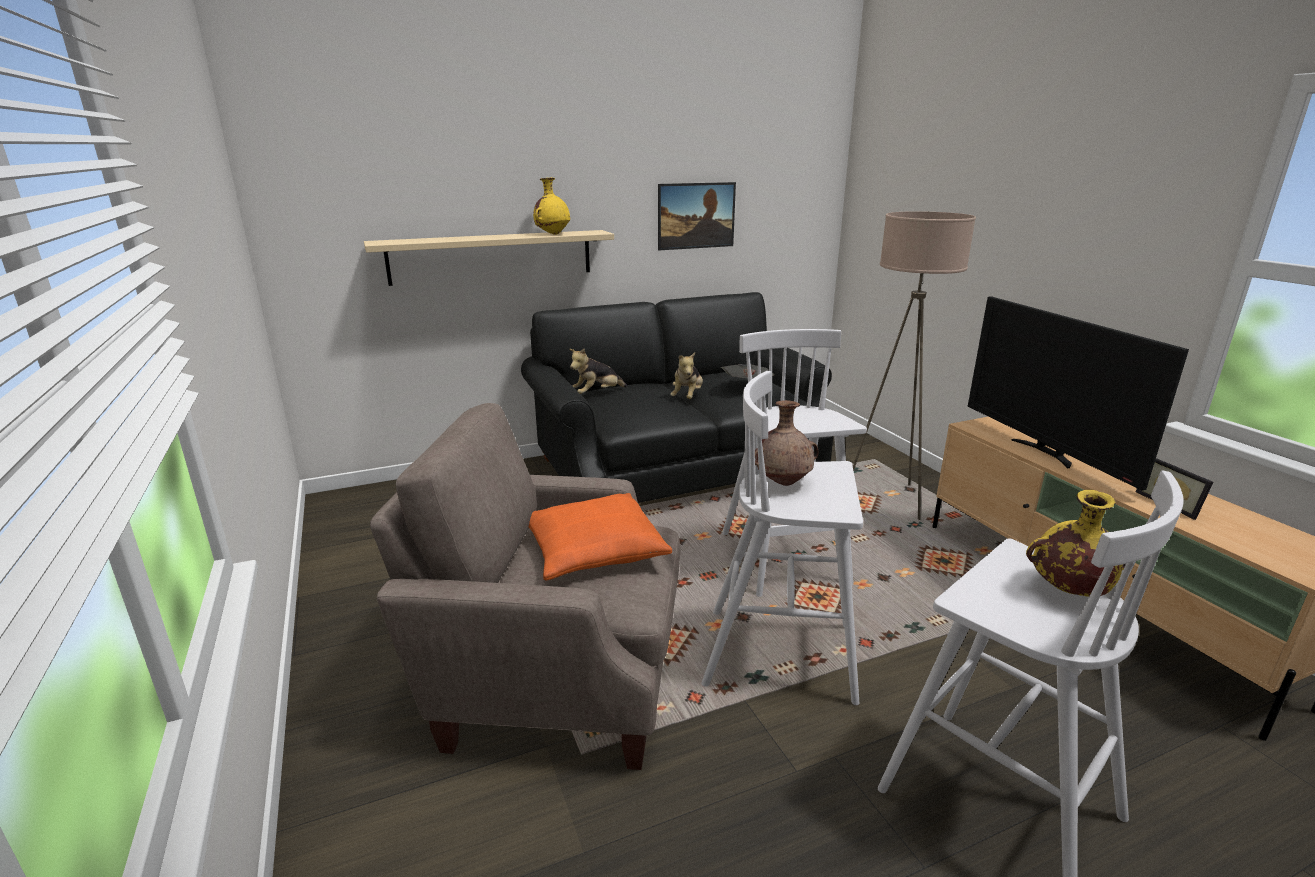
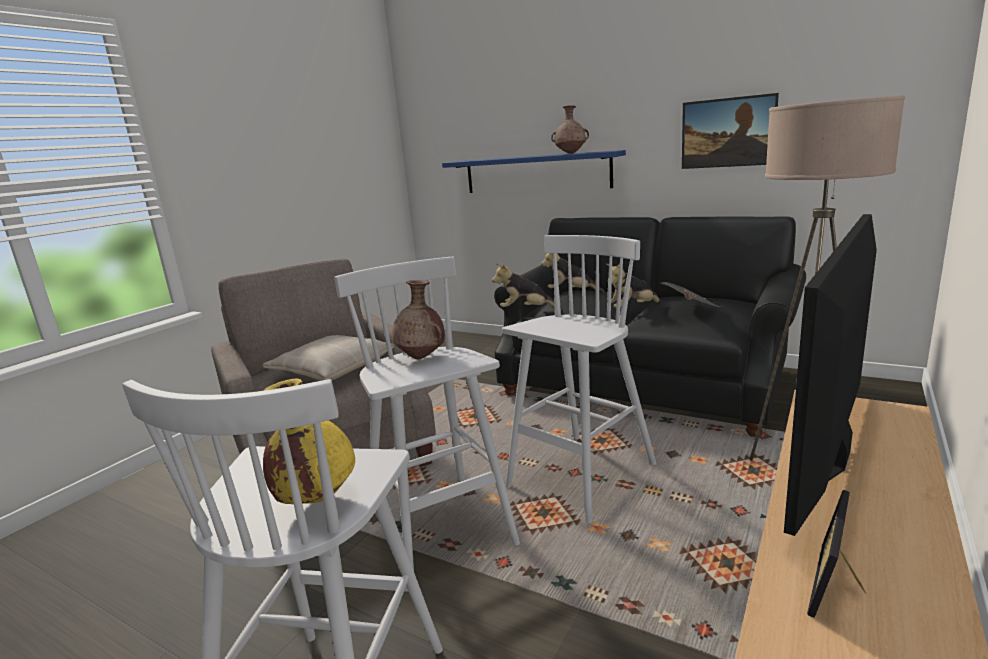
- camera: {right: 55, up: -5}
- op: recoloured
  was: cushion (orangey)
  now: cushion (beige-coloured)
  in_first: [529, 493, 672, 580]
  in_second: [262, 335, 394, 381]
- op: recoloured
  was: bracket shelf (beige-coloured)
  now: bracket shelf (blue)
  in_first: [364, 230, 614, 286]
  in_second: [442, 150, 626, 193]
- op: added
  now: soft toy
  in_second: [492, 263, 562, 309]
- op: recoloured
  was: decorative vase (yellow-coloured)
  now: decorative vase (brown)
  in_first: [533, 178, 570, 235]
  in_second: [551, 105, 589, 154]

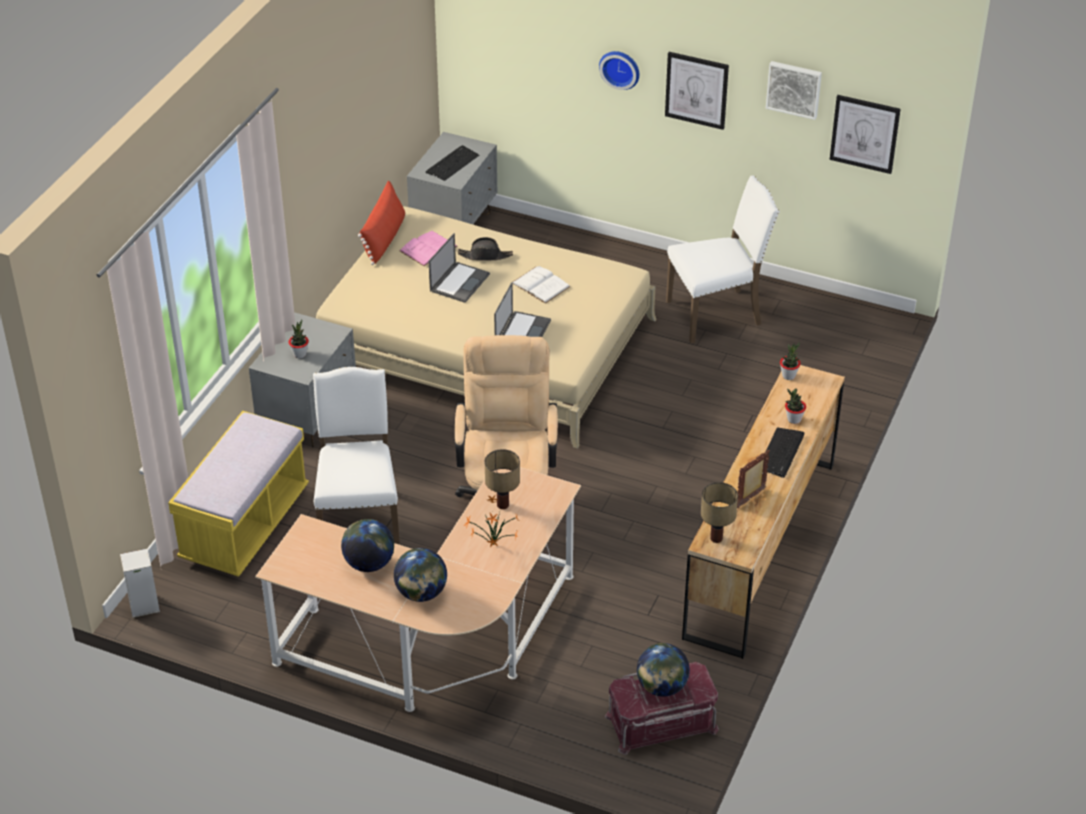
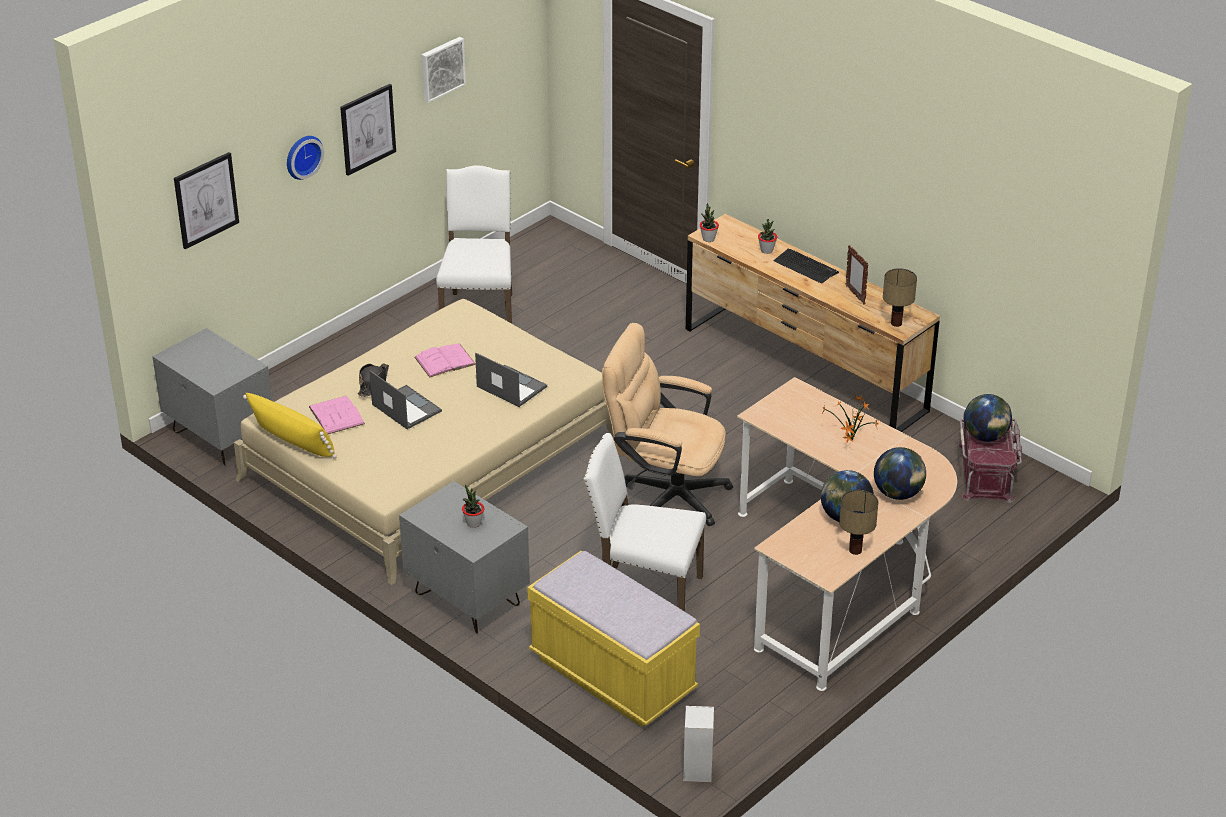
- camera: {right: -70, up: -5}
- op: moved
  was: picture
  in_first: [830, 95, 901, 174]
  in_second: [174, 152, 239, 249]
- op: recoloured
  was: cushion (red)
  now: cushion (yellow-coloured)
  in_first: [358, 181, 405, 265]
  in_second: [243, 393, 337, 459]
- op: recoloured
  was: bound book (white-coloured)
  now: bound book (pink-coloured)
  in_first: [513, 266, 571, 304]
  in_second: [414, 343, 476, 378]
- op: moved
  was: tabletop lamp
  in_first: [485, 449, 520, 509]
  in_second: [839, 490, 878, 555]
- op: removed
  was: computer keyboard
  in_first: [425, 145, 479, 181]

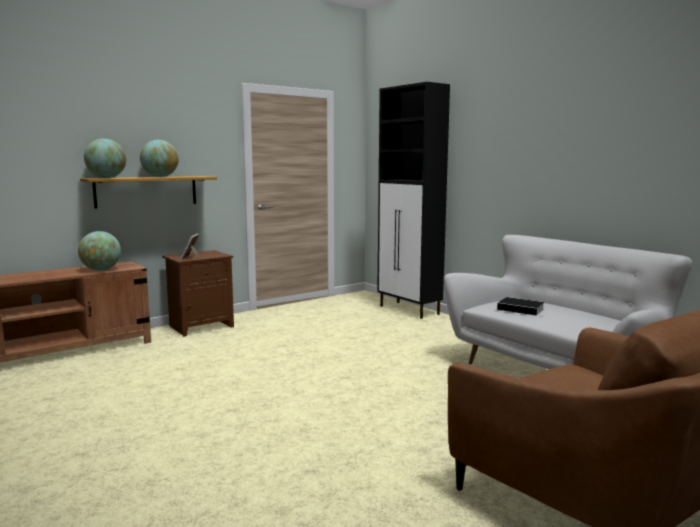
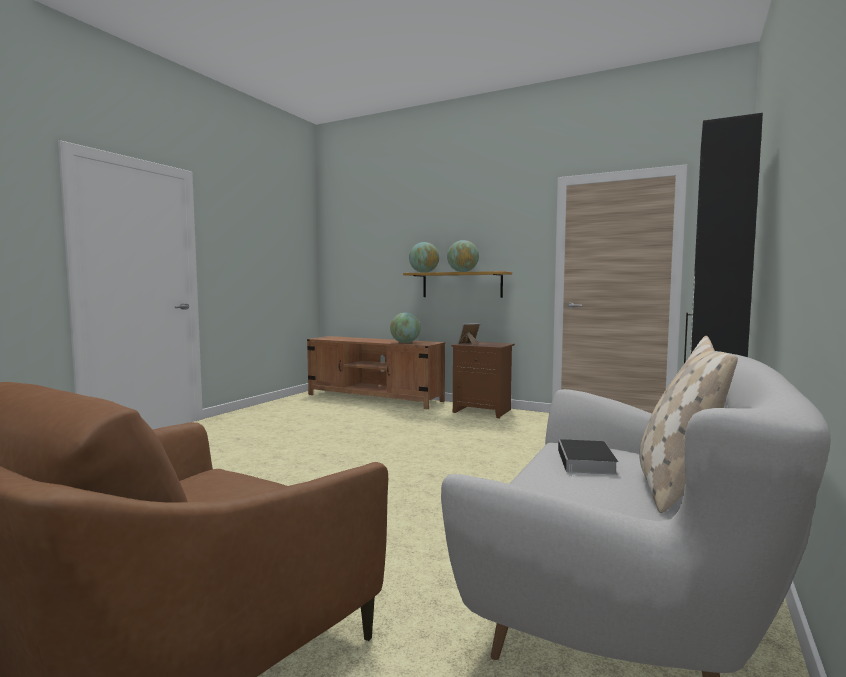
- camera: {right: 65, up: -5}
- op: added
  now: cushion (beige-coloured)
  in_second: [639, 336, 738, 513]

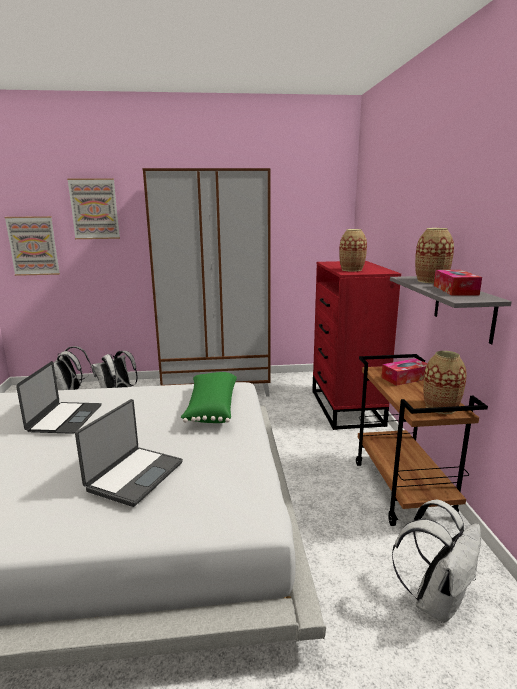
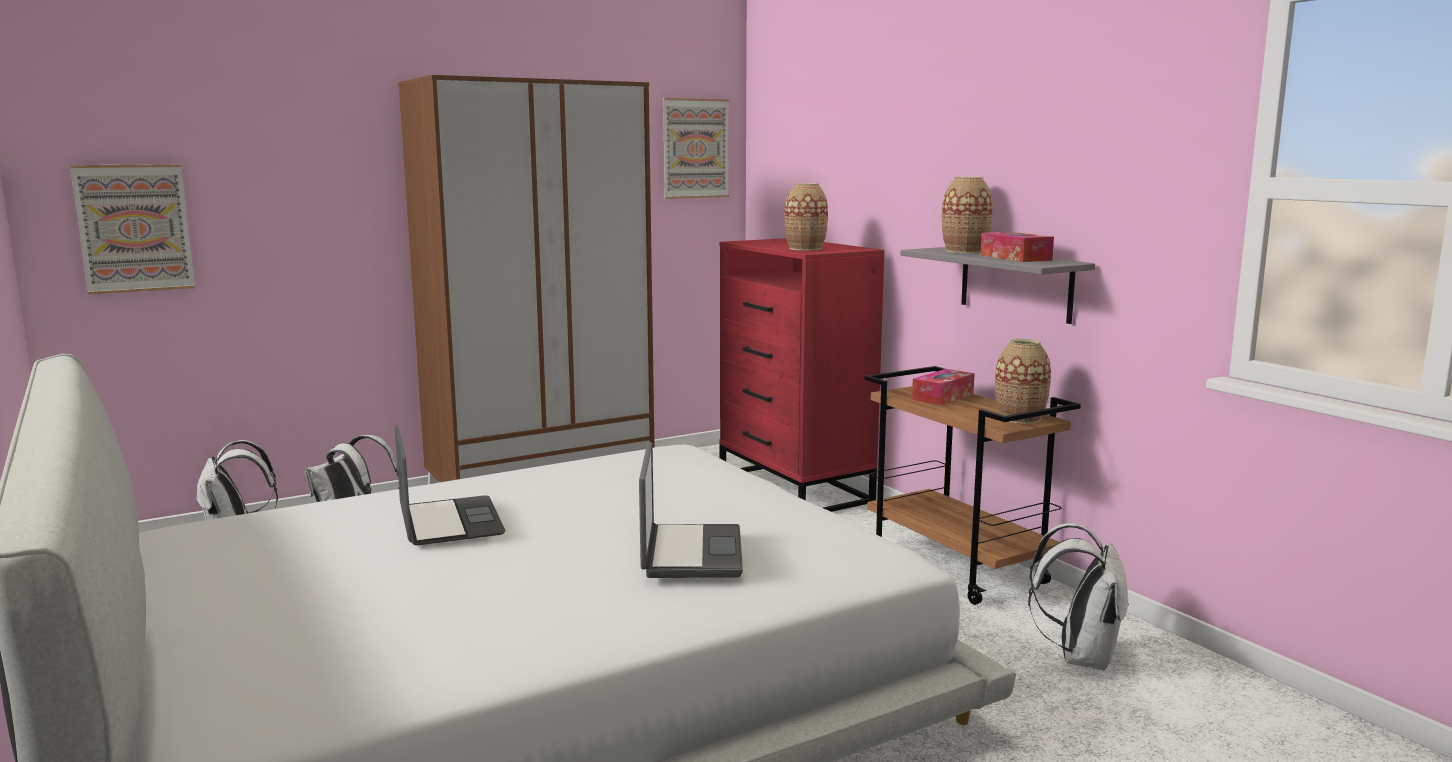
- camera: {right: -25, up: -5}
- op: moved
  was: picture
  in_first: [67, 178, 120, 239]
  in_second: [662, 98, 729, 199]
- op: removed
  was: cushion (green)
  in_first: [180, 372, 237, 423]

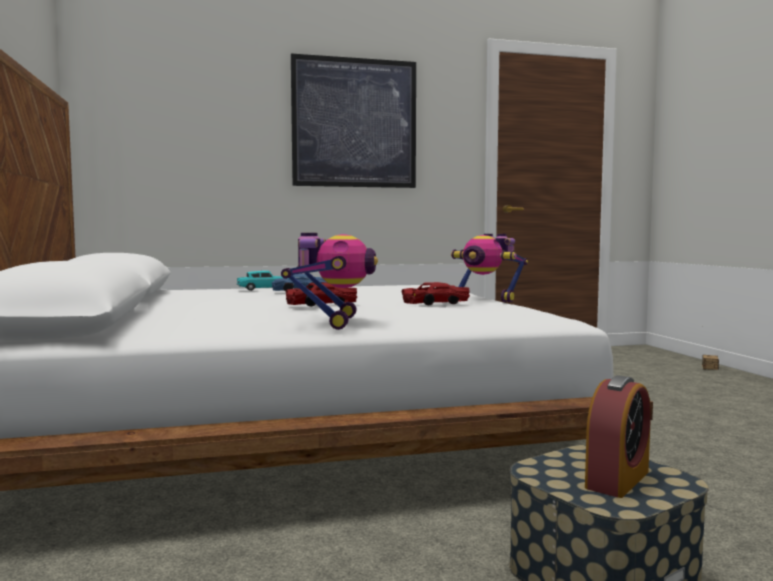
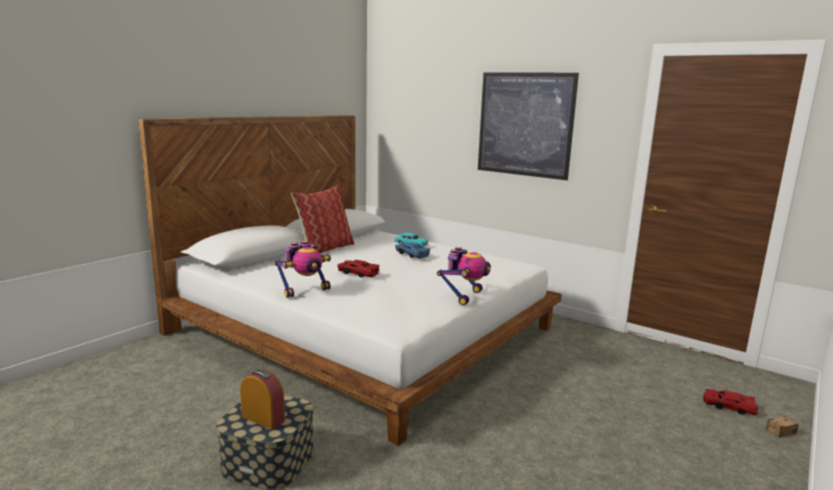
- camera: {right: 50, up: 10}
- op: turned
  was: alarm clock
  in_first: [585, 375, 651, 498]
  in_second: [240, 369, 285, 430]
  clockwise: -150
- op: added
  now: cushion
  in_second: [291, 185, 354, 253]
- op: turned
  was: robot figure
  in_first: [451, 234, 528, 303]
  in_second: [437, 247, 491, 306]
  clockwise: -150
- op: moved
  was: model car (red)
  in_first: [401, 282, 470, 305]
  in_second: [703, 389, 758, 415]

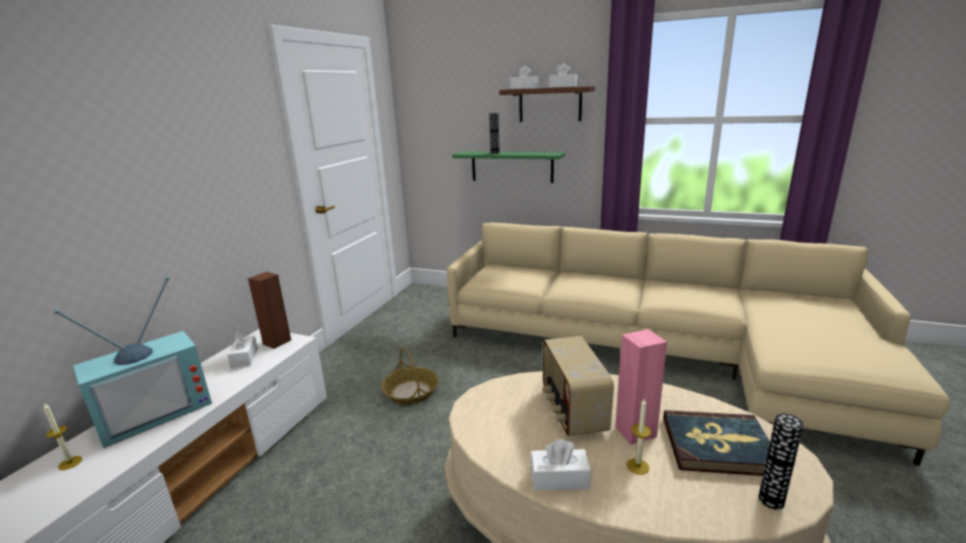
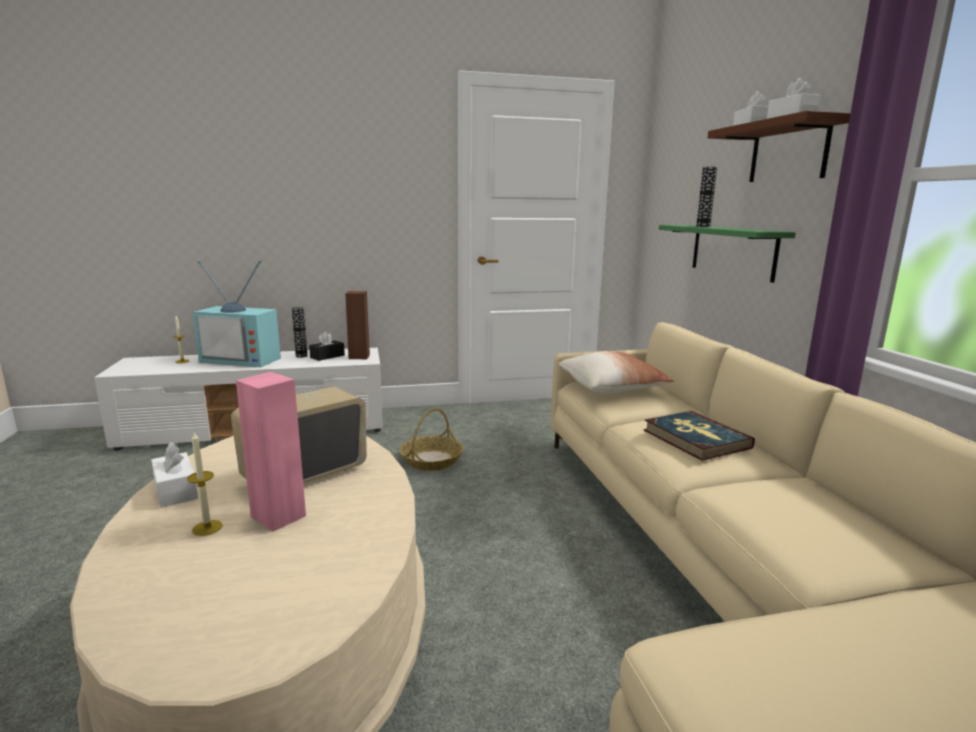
- camera: {right: 55, up: -5}
- op: moved
  was: decorative vase
  in_first: [759, 413, 804, 510]
  in_second: [292, 307, 308, 358]
- op: recoloured
  was: box of tissues (white-coloured)
  now: box of tissues (black-coloured)
  in_first: [227, 332, 258, 368]
  in_second: [309, 331, 345, 361]
- op: added
  now: cushion
  in_second: [559, 352, 674, 394]
- op: moved
  was: bound book
  in_first: [664, 410, 770, 476]
  in_second: [644, 411, 755, 461]

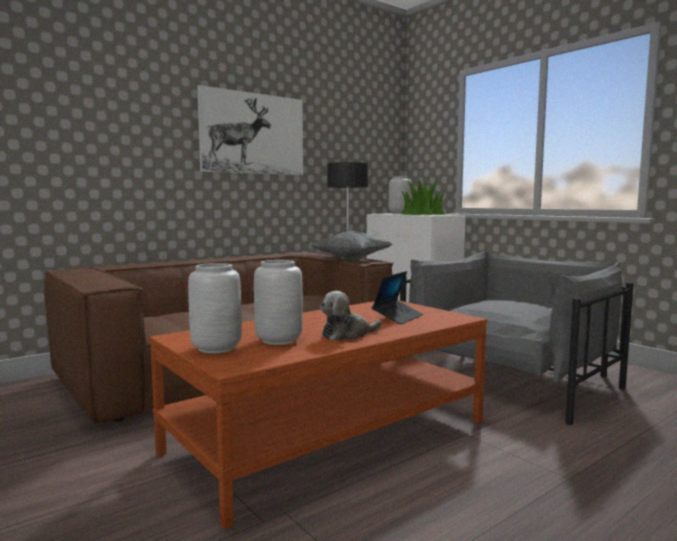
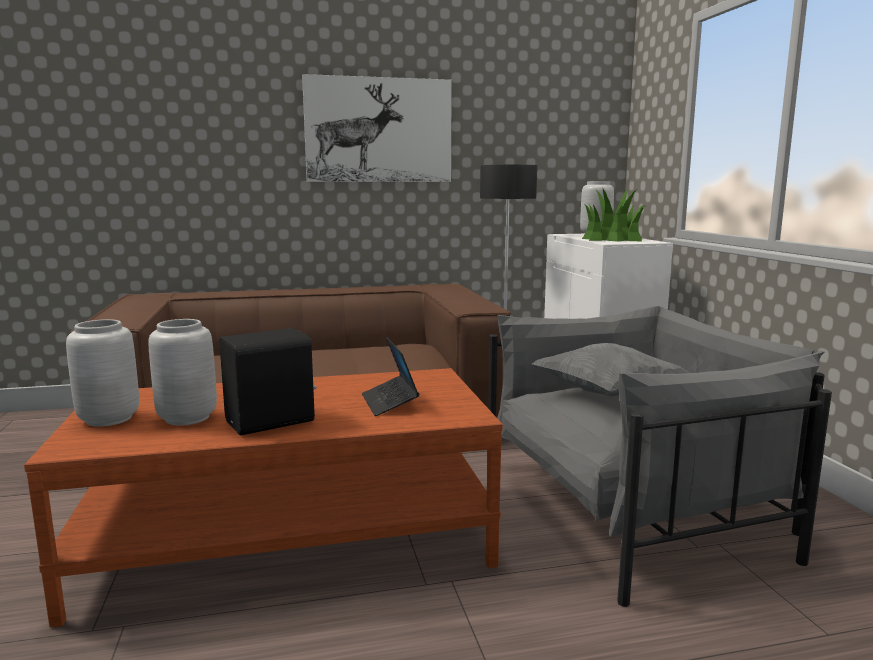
- camera: {right: 25, up: 5}
- op: replaced
  was: soft toy
  now: loudspeaker (black-coloured)
  in_first: [320, 291, 382, 341]
  in_second: [219, 328, 317, 435]
- op: turned
  was: laptop
  in_first: [372, 271, 423, 325]
  in_second: [362, 337, 419, 416]
  clockwise: 105
- op: moved
  was: cushion (gray)
  in_first: [311, 231, 392, 260]
  in_second: [531, 343, 689, 396]

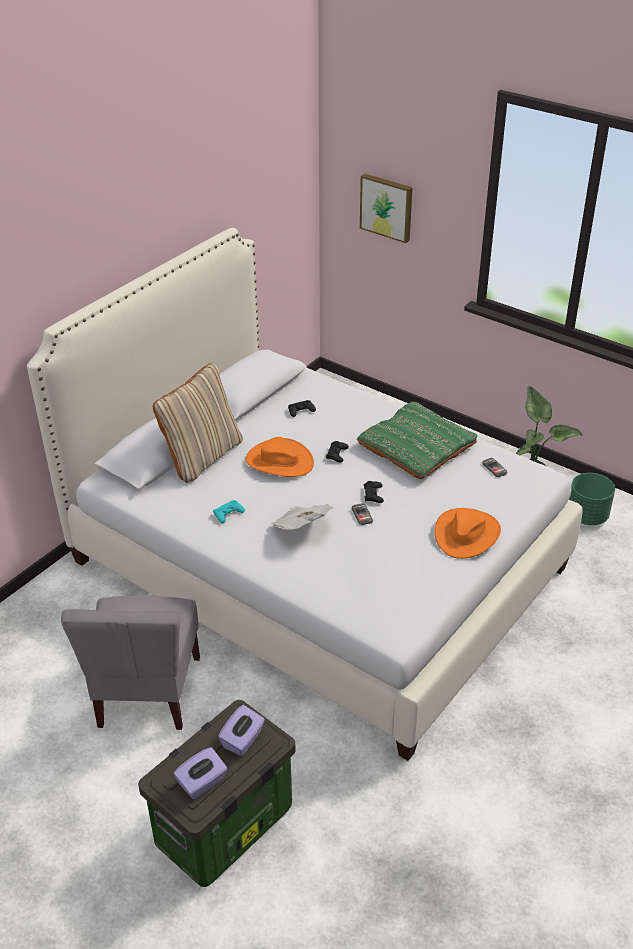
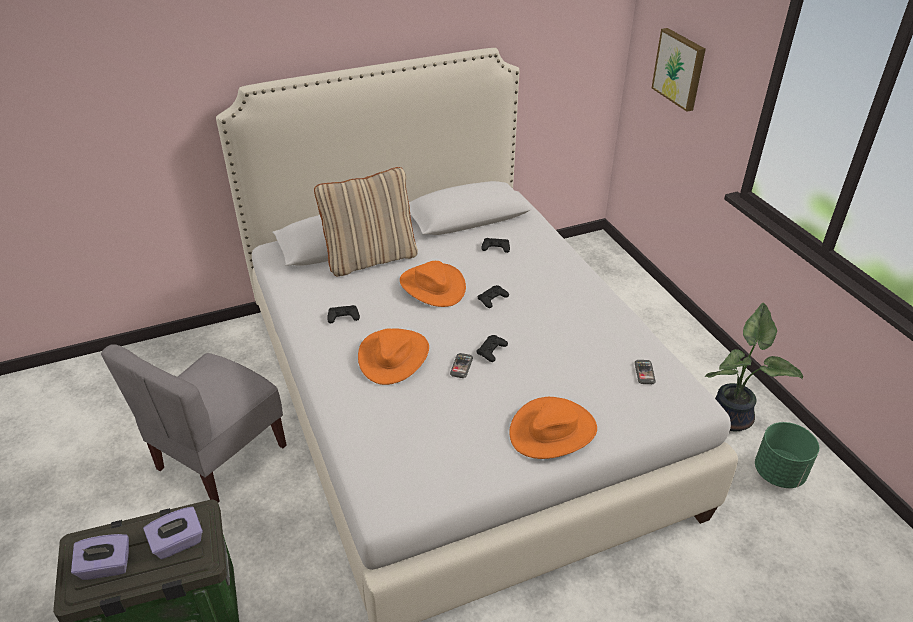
- camera: {right: 30, up: 0}
- op: recoloured
  was: game controller (turquoise-coloured)
  now: game controller (black-coloured)
  in_first: [213, 500, 245, 523]
  in_second: [327, 305, 360, 323]
- op: replaced
  was: newspaper
  now: hat (orangey)
  in_first: [271, 505, 334, 530]
  in_second: [358, 328, 429, 385]
- op: removed
  was: cushion (green)
  in_first: [357, 402, 477, 479]

